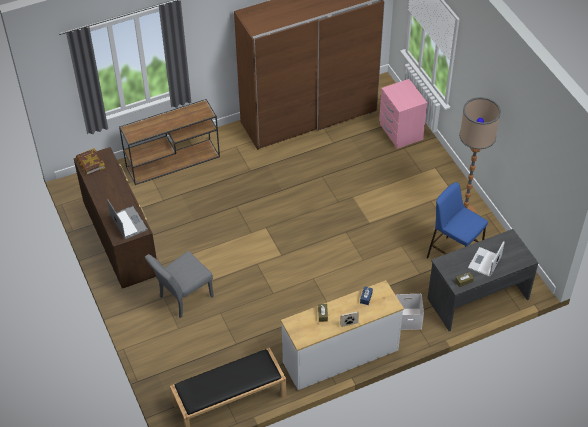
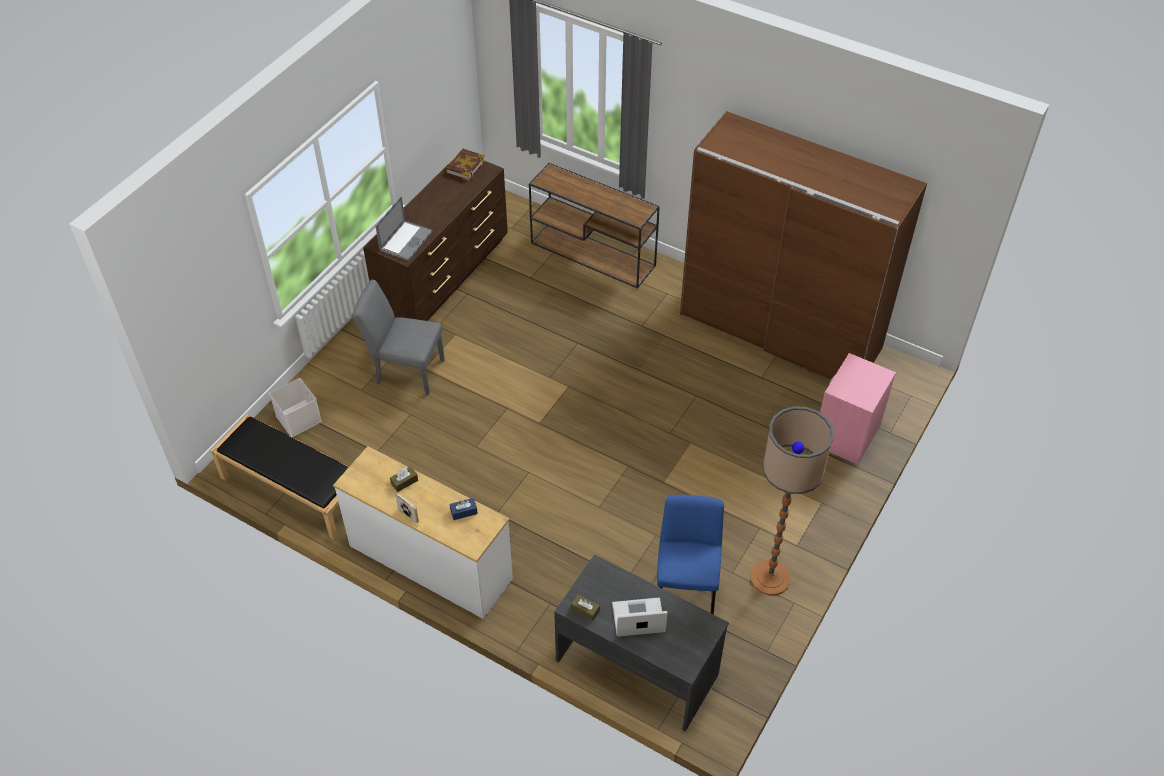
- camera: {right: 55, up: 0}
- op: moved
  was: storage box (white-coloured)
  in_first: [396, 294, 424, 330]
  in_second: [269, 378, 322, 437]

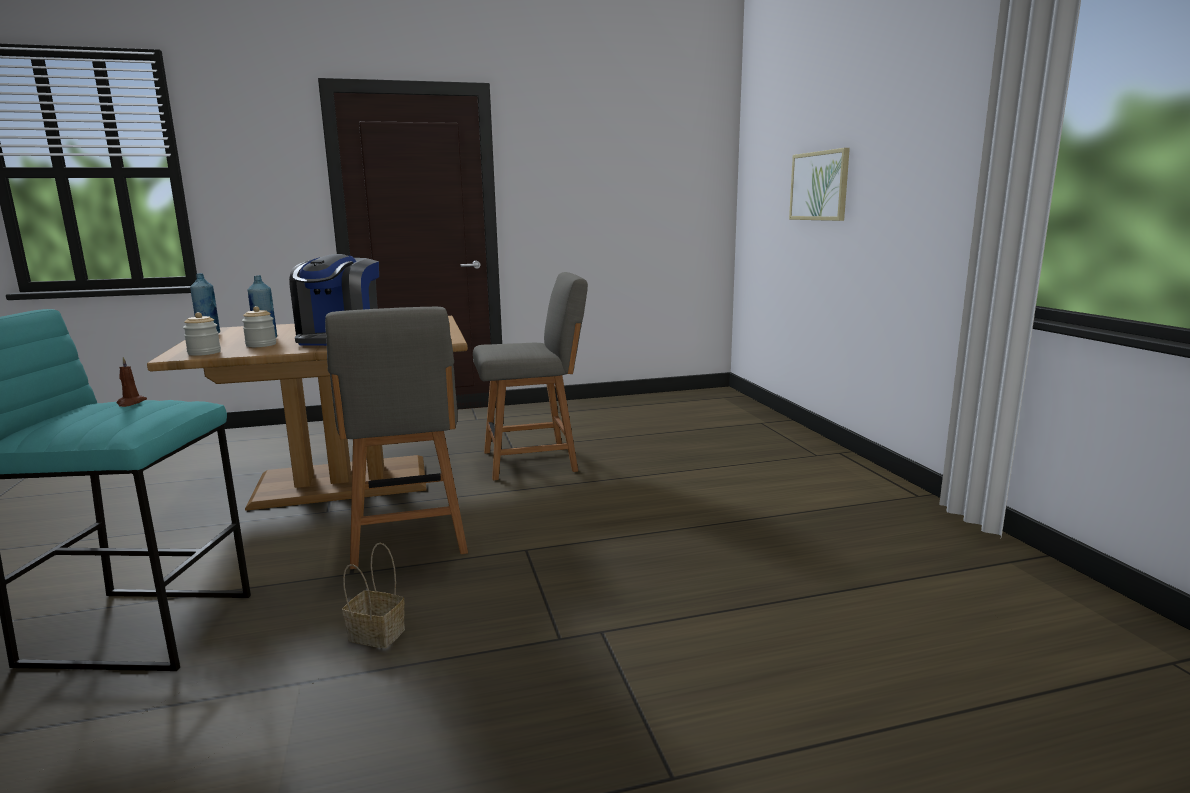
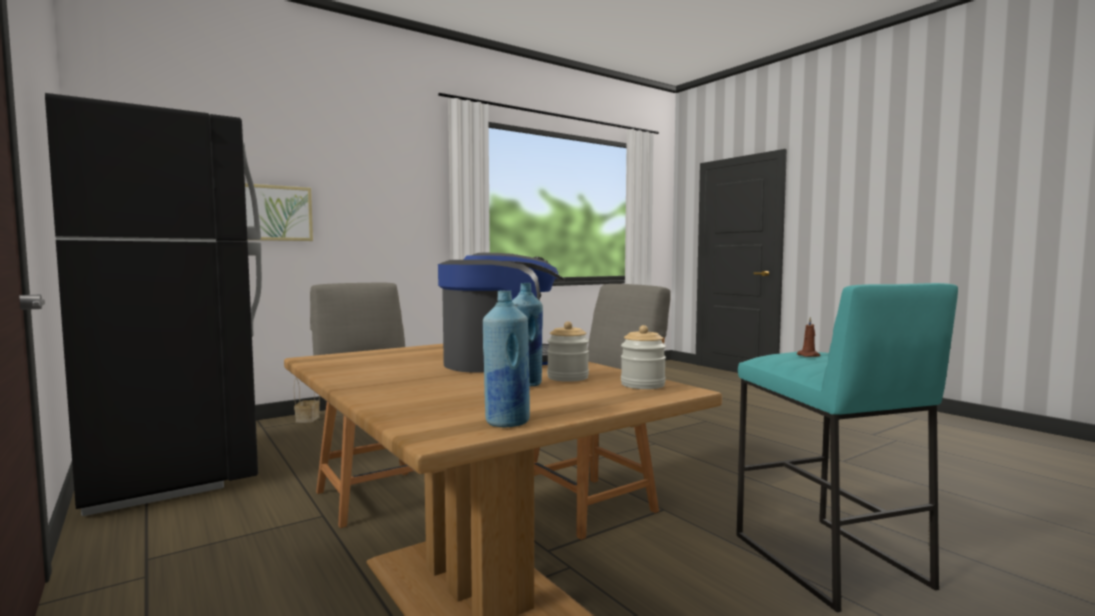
- camera: {right: -110, up: -10}
- op: added
  now: refrigerator (black-coloured)
  in_second: [45, 93, 262, 516]
- op: moved
  was: household basket
  in_first: [342, 542, 405, 648]
  in_second: [294, 378, 320, 423]

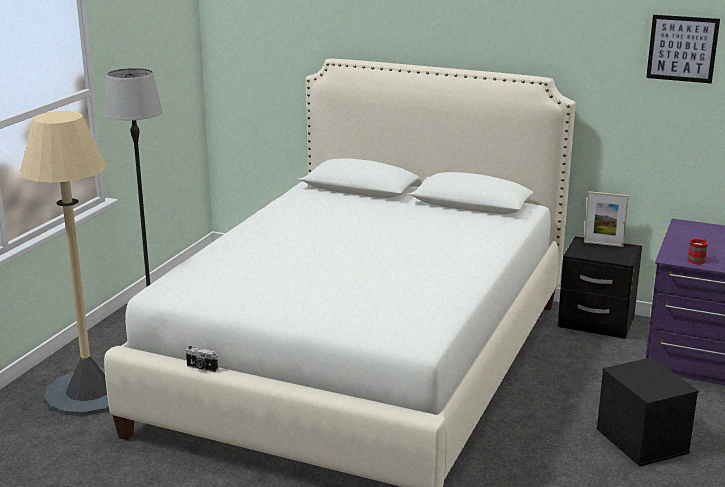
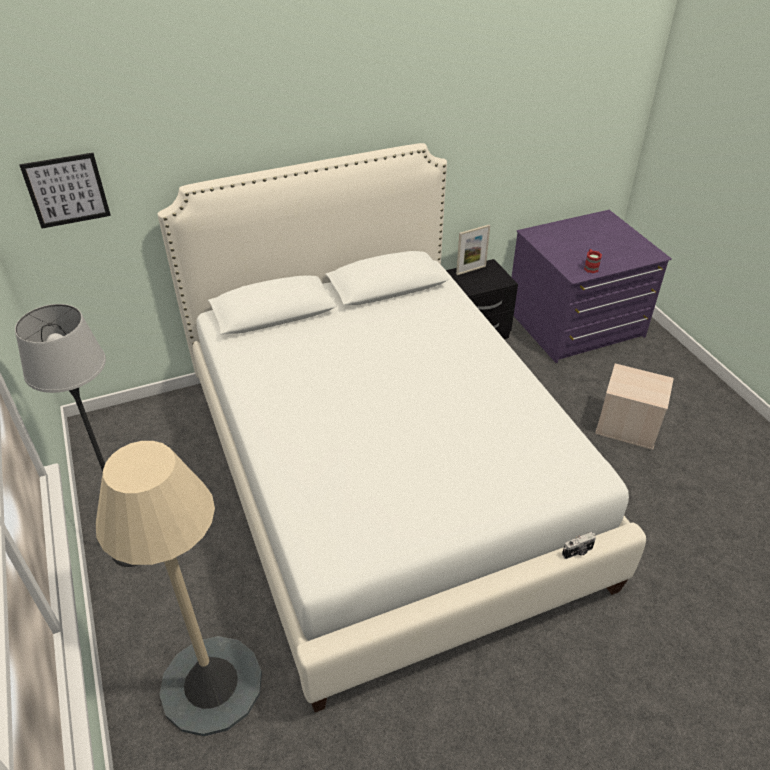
- camera: {right: -45, up: 20}
- op: moved
  was: picture
  in_first: [646, 15, 720, 84]
  in_second: [19, 153, 111, 228]
- op: moved
  was: photo camera
  in_first: [186, 346, 218, 372]
  in_second: [562, 532, 596, 559]
- op: recoloured
  was: storage box (black-coloured)
  now: storage box (beige-coloured)
  in_first: [597, 357, 699, 467]
  in_second: [595, 363, 674, 450]

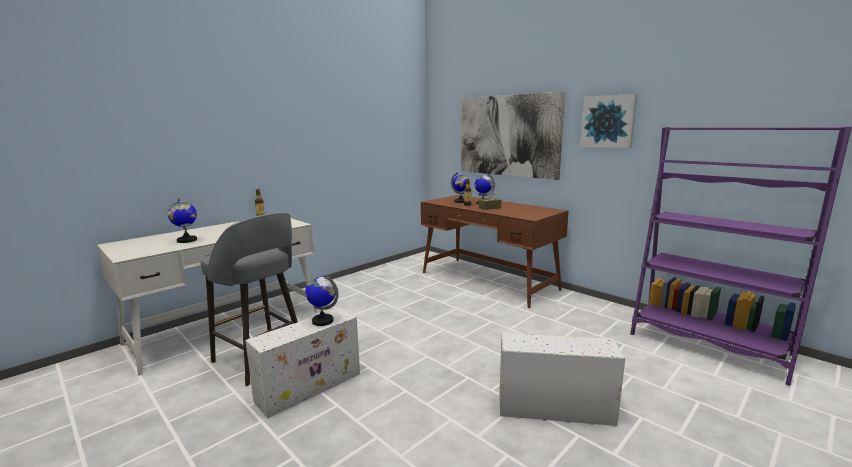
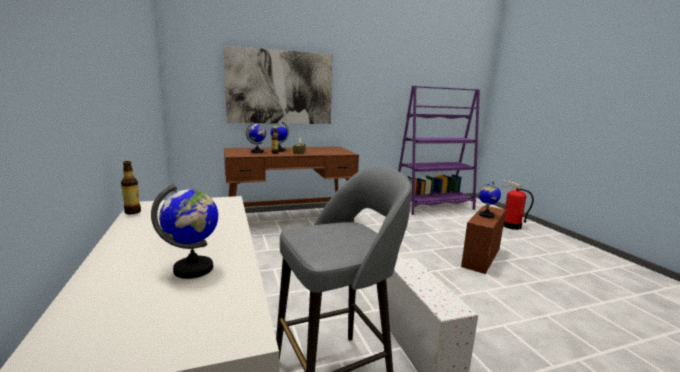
- camera: {right: -65, up: 0}
- op: recoloured
  was: storage box (white-coloured)
  now: storage box (brown)
  in_first: [499, 333, 625, 426]
  in_second: [461, 206, 506, 274]
- op: moved
  was: globe
  in_first: [305, 275, 339, 326]
  in_second: [479, 181, 501, 218]
- op: added
  now: fire-fighting cylinder
  in_second: [502, 180, 534, 230]
- op: removed
  was: picture
  in_first: [580, 94, 637, 148]

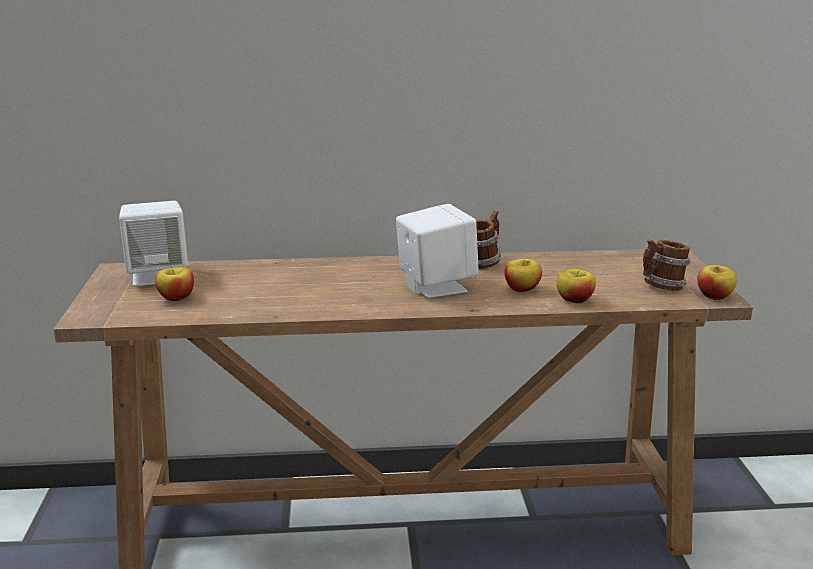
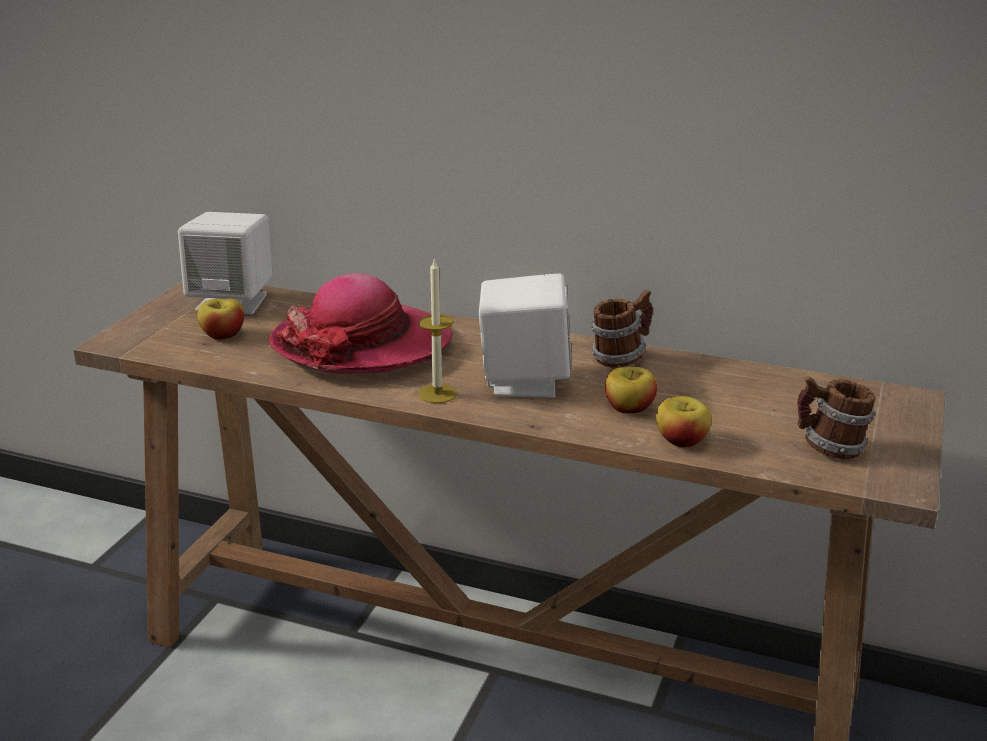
- camera: {right: 25, up: 5}
- op: added
  now: hat
  in_second: [269, 273, 452, 373]
- op: added
  now: candle
  in_second: [418, 258, 457, 403]
- op: removed
  was: apple fruit
  in_first: [697, 265, 737, 300]

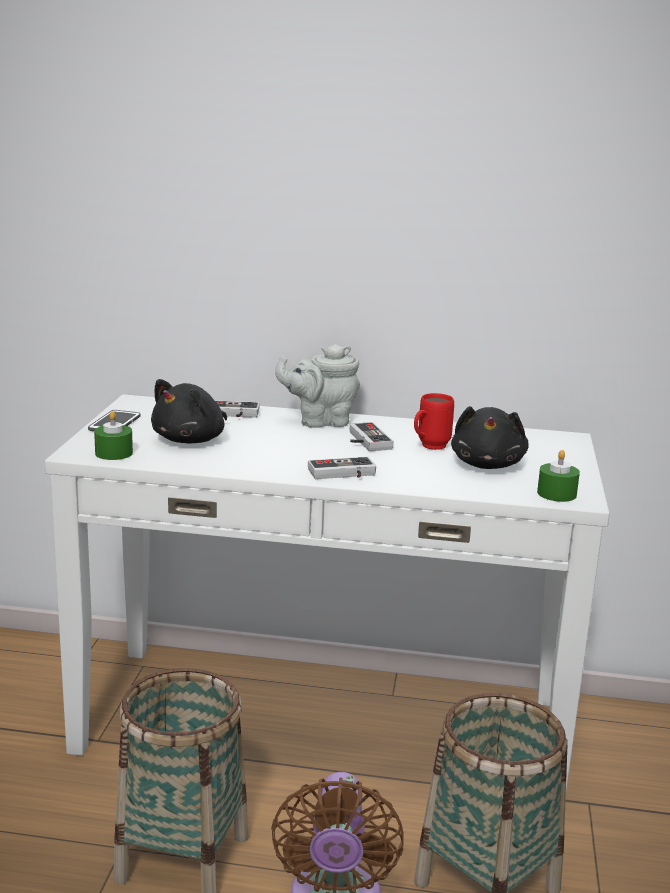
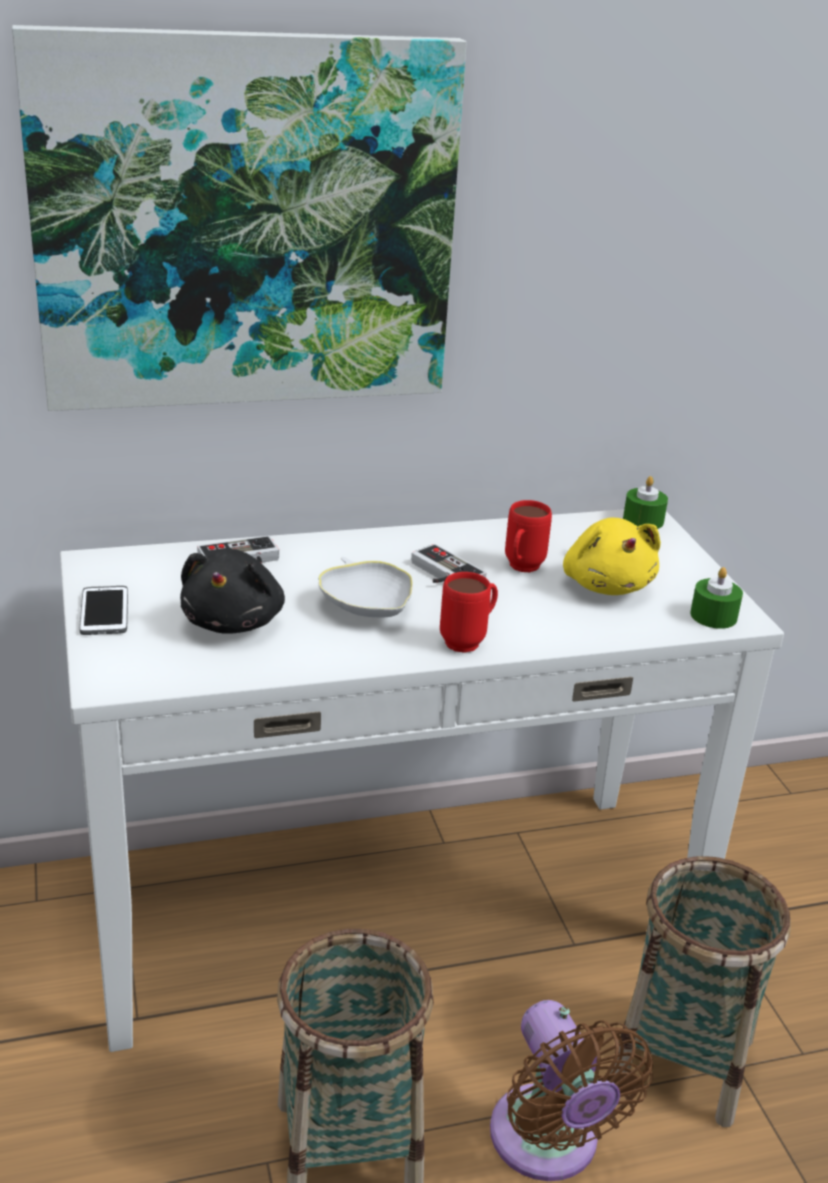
- camera: {right: -25, up: 10}
- op: added
  now: picture
  in_second: [12, 25, 467, 411]
- op: added
  now: bowl (white-coloured)
  in_second: [318, 557, 413, 618]
- op: replaced
  was: game controller
  now: mug (red)
  in_first: [308, 457, 376, 479]
  in_second: [440, 572, 498, 653]
- op: recoloured
  was: soft toy (black-coloured)
  now: soft toy (yellow-coloured)
  in_first: [451, 406, 529, 469]
  in_second: [563, 518, 661, 595]
- op: moved
  was: candle (green)
  in_first: [94, 411, 133, 460]
  in_second: [623, 476, 668, 529]
- op: removed
  was: tea pot (gray)
  in_first: [275, 344, 360, 428]

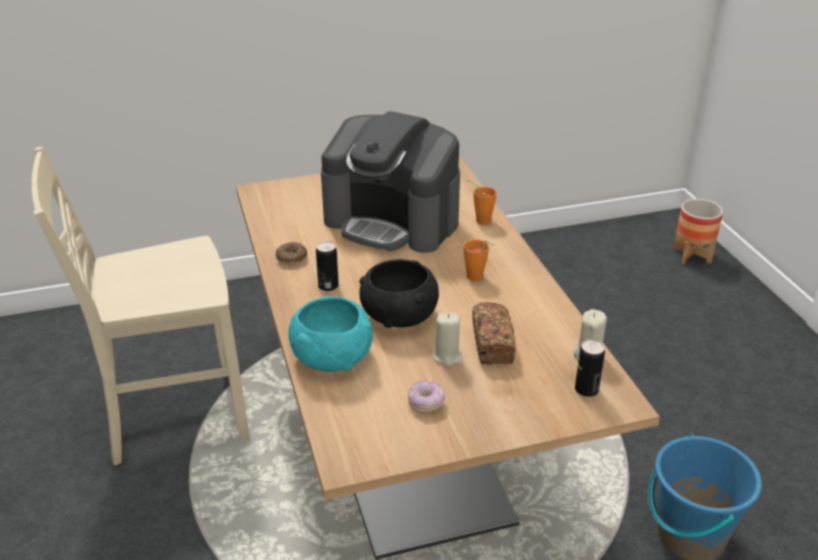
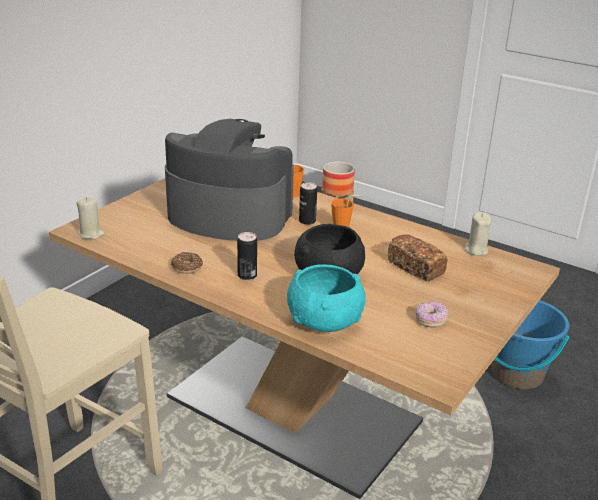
- camera: {right: -40, up: -5}
- op: moved
  was: candle (beige-coloured)
  in_first: [433, 312, 463, 366]
  in_second: [77, 197, 105, 239]
- op: turned
  was: coffee maker
  in_first: [321, 111, 460, 253]
  in_second: [165, 119, 294, 241]
  clockwise: -150
- op: moved
  was: metal can
  in_first: [575, 340, 605, 397]
  in_second: [299, 182, 317, 225]

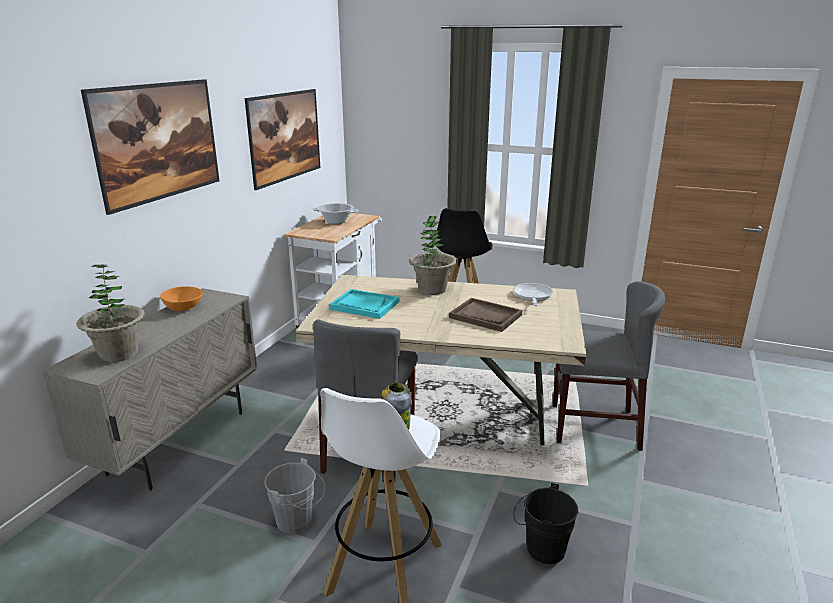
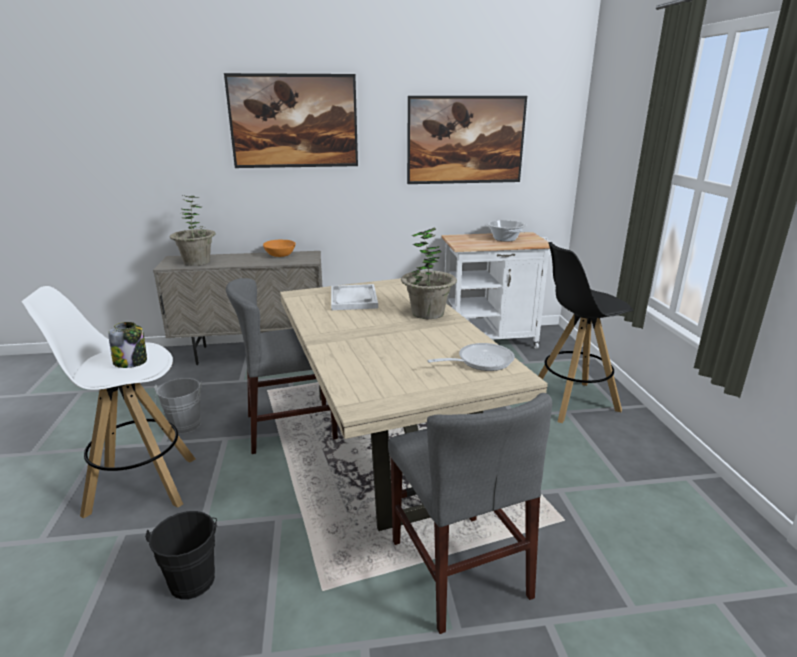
- camera: {right: 60, up: 0}
- op: recoloured
  was: carrying tray (turquoise-coloured)
  now: carrying tray (white-coloured)
  in_first: [329, 289, 399, 319]
  in_second: [331, 284, 378, 310]
- op: removed
  was: carrying tray (brown)
  in_first: [449, 298, 522, 332]

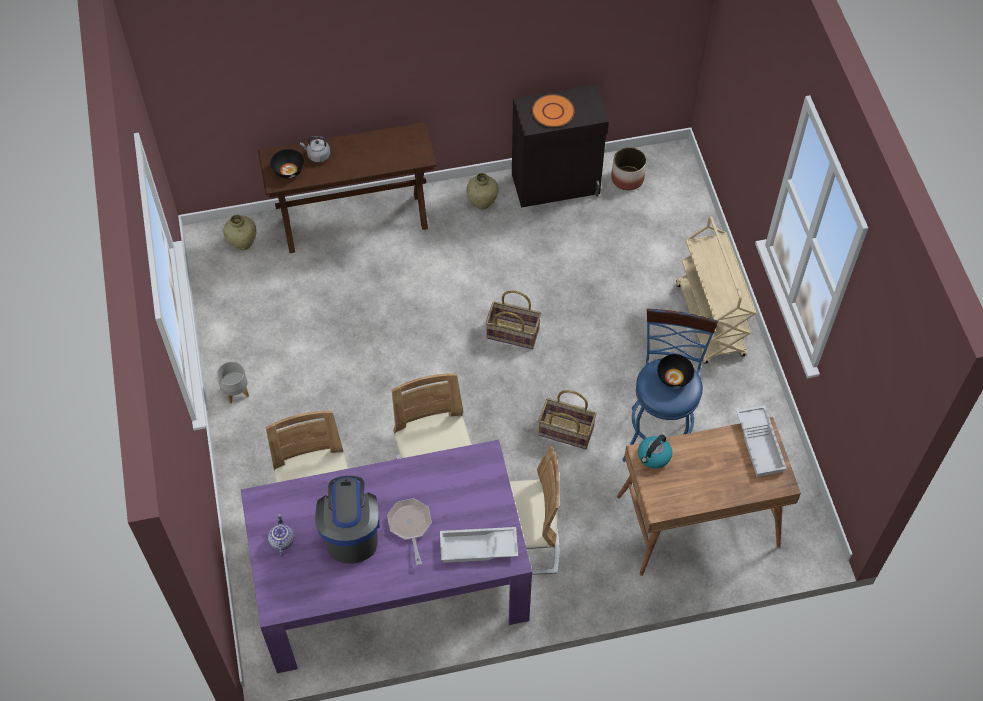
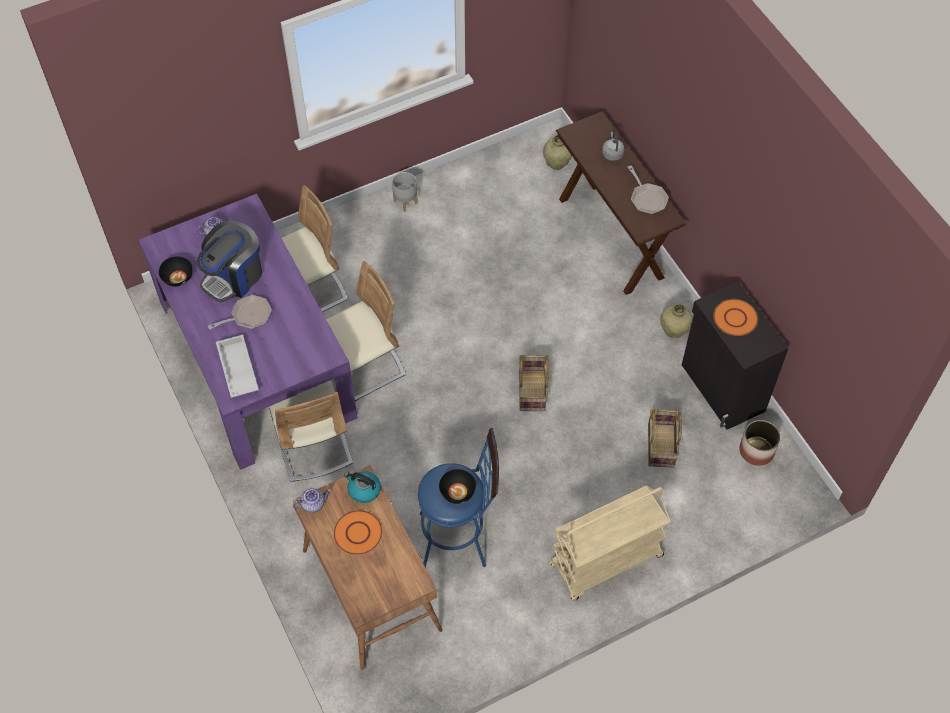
- camera: {right: 75, up: 0}
- op: moved
  was: bowl (black-coloured)
  in_first: [270, 149, 304, 178]
  in_second: [159, 256, 193, 287]
- op: turned
  was: coffee maker
  in_first: [315, 476, 379, 564]
  in_second: [197, 220, 262, 302]
  clockwise: 150
- op: added
  now: tea pot
  in_second: [293, 488, 331, 513]
- op: added
  now: dinner plate (orangey)
  in_second: [334, 510, 382, 555]
- op: added
  now: frying pan
  in_second: [628, 166, 669, 214]
- op: moved
  was: household basket
  in_first: [538, 390, 597, 449]
  in_second: [648, 409, 682, 468]
- op: removed
  was: carrying tray (white-coloured)
  in_first: [736, 405, 787, 477]

